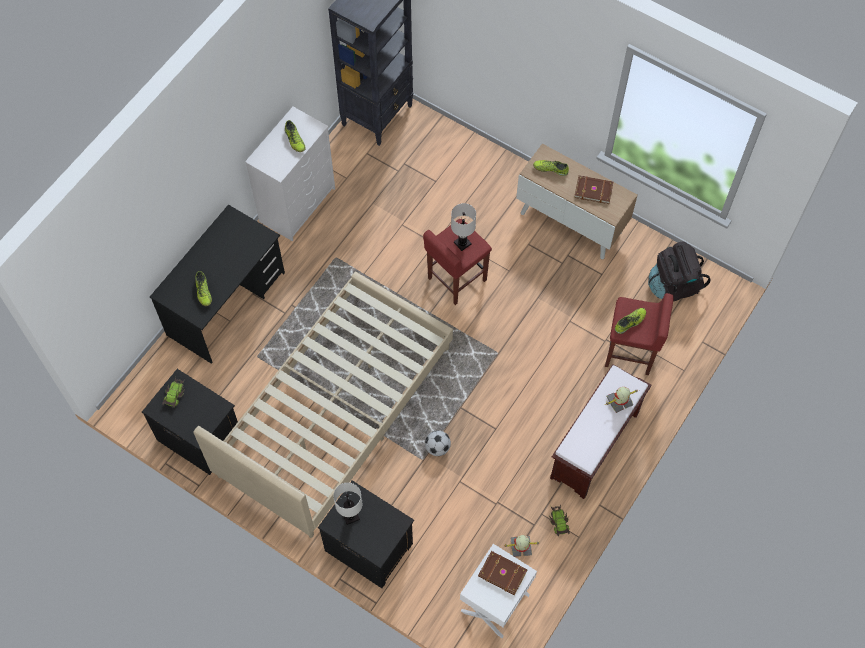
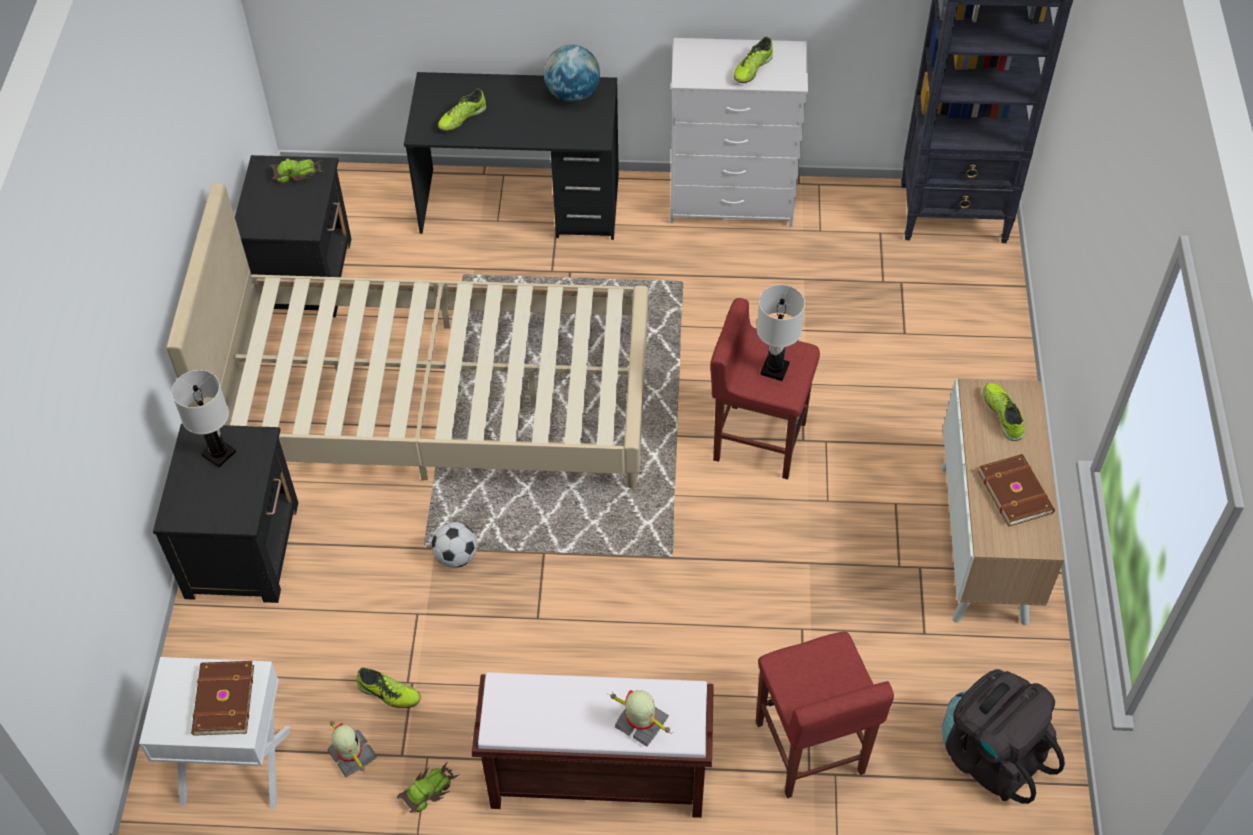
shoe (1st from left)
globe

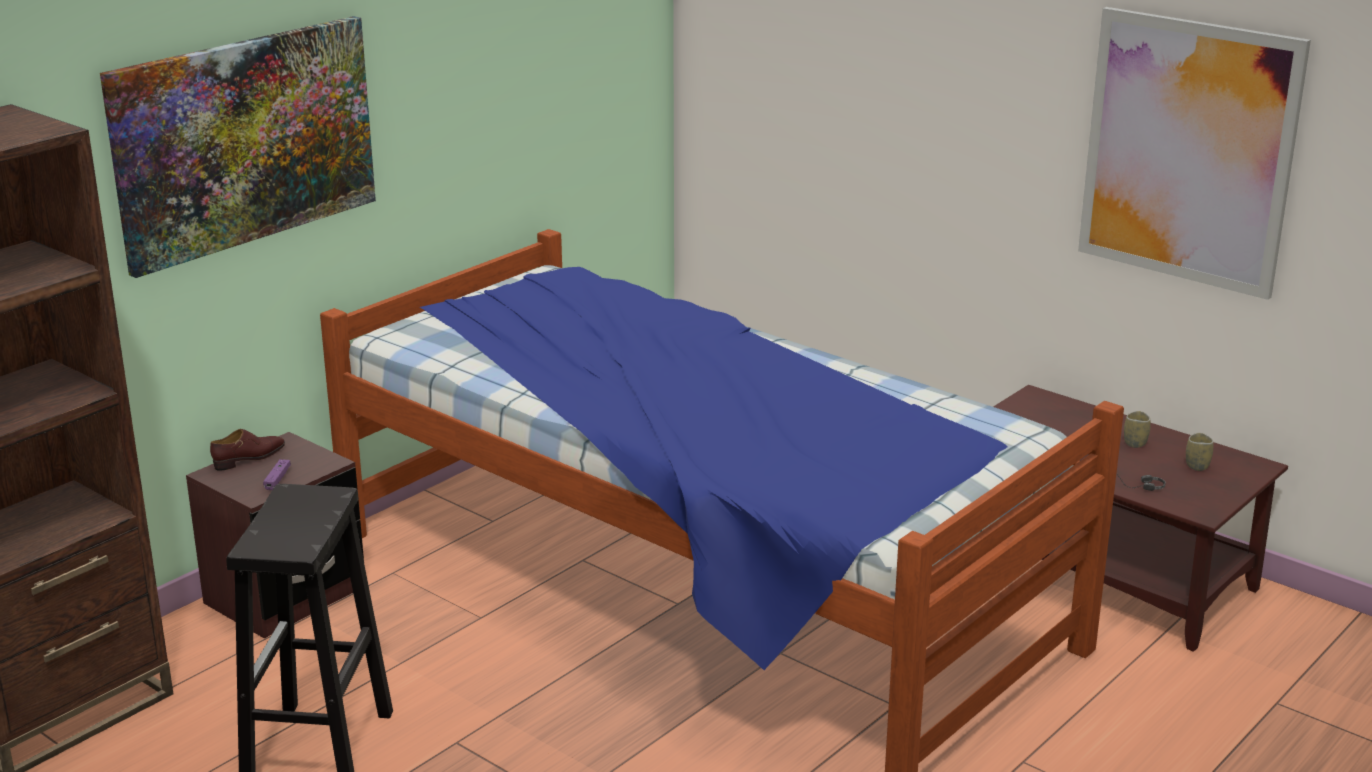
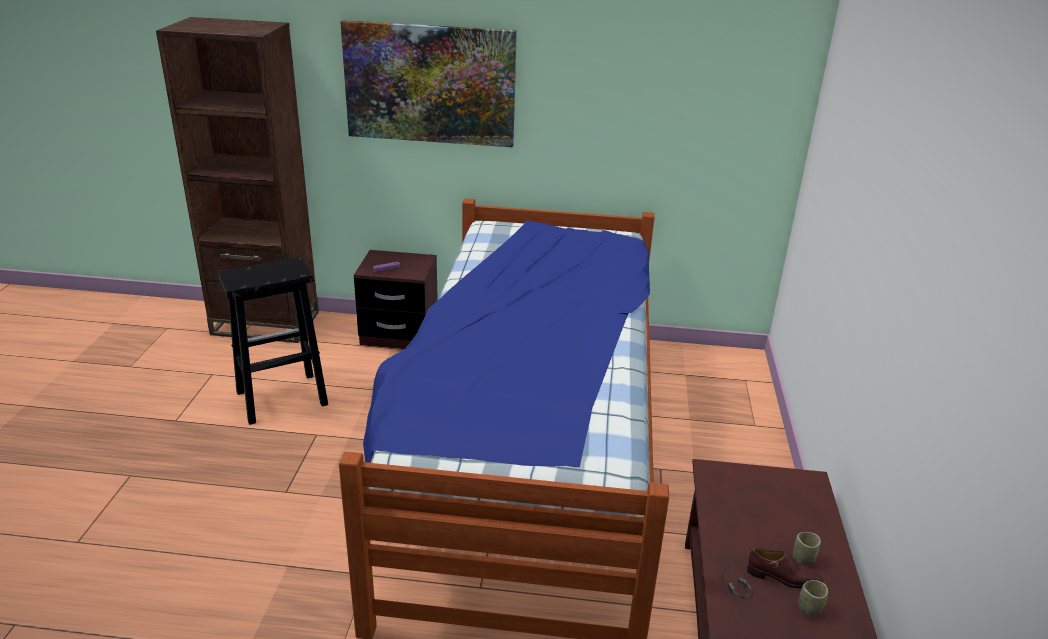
brown shoe
picture (2nd from left in the first image)

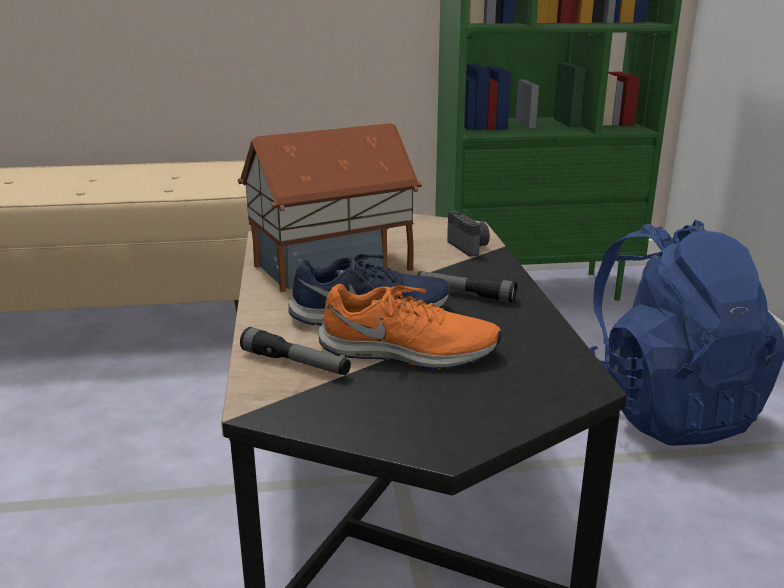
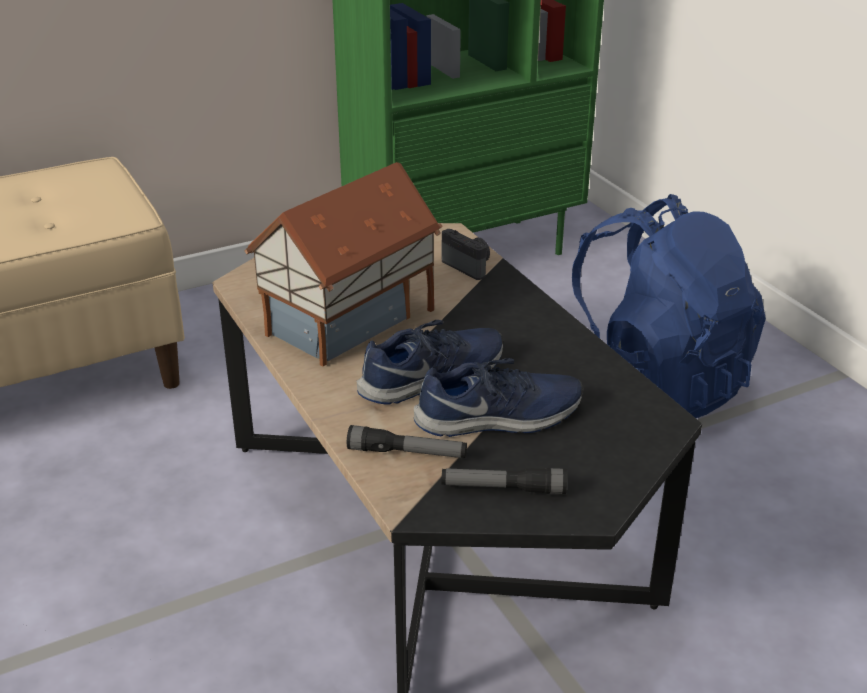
blue shoe (2nd from left)
flashlight (2nd from left)

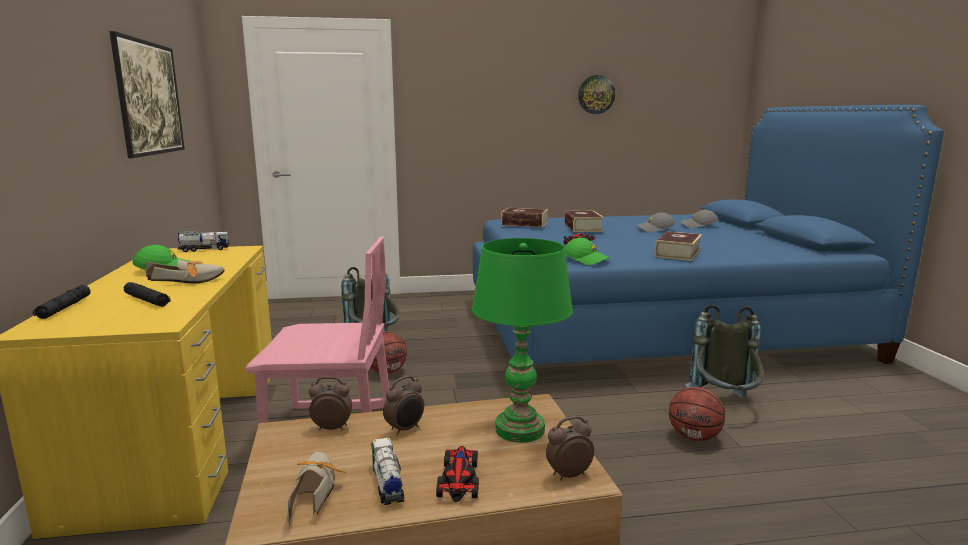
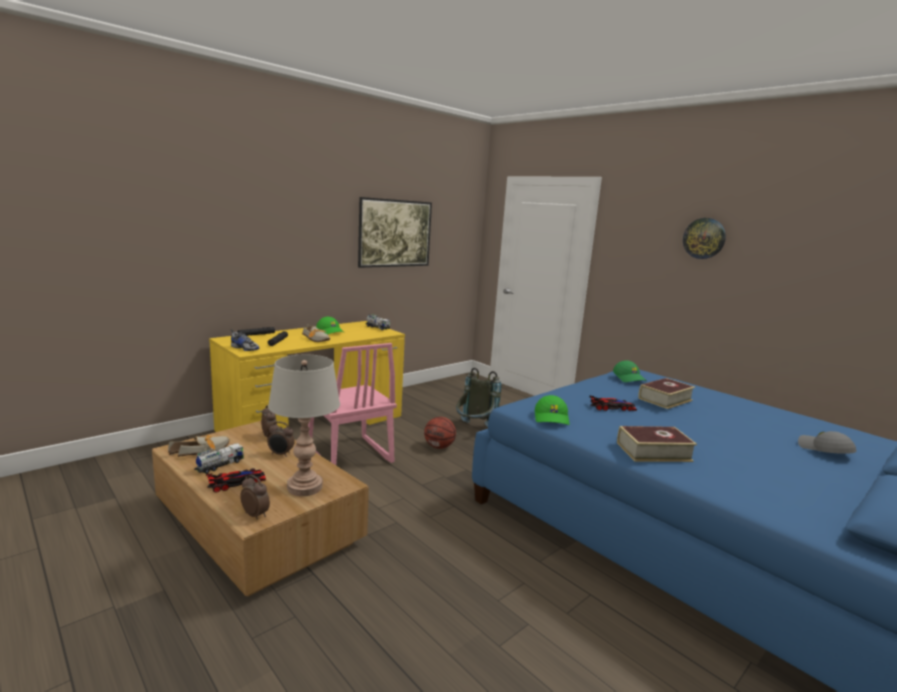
shoe (2nd from left)
grey table lamp
green cap (3rd from left)
wall clock
grey cap (1st from left in the first image)
basketball (2nd from left in the first image)
grey backpack (2nd from left in the first image)

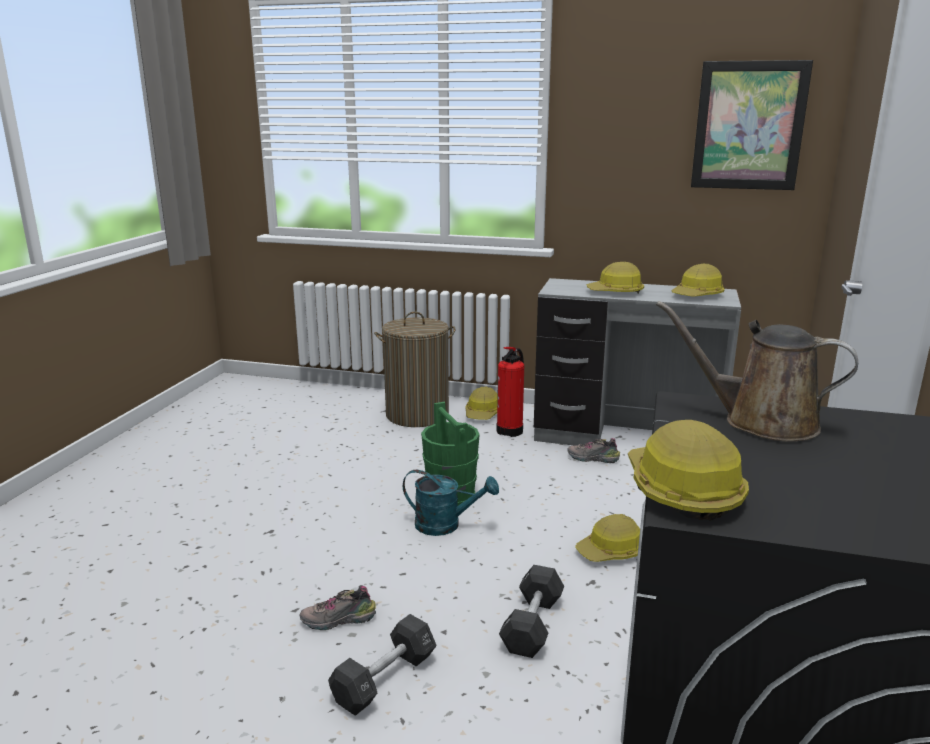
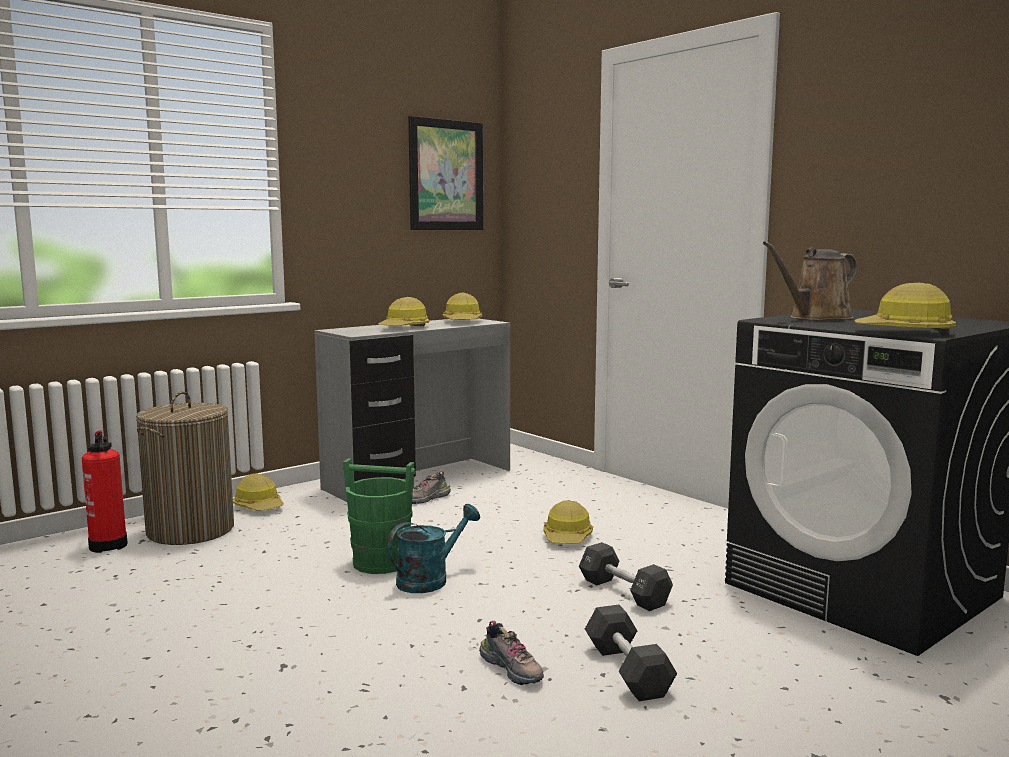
fire extinguisher
shoe (2nd from left)

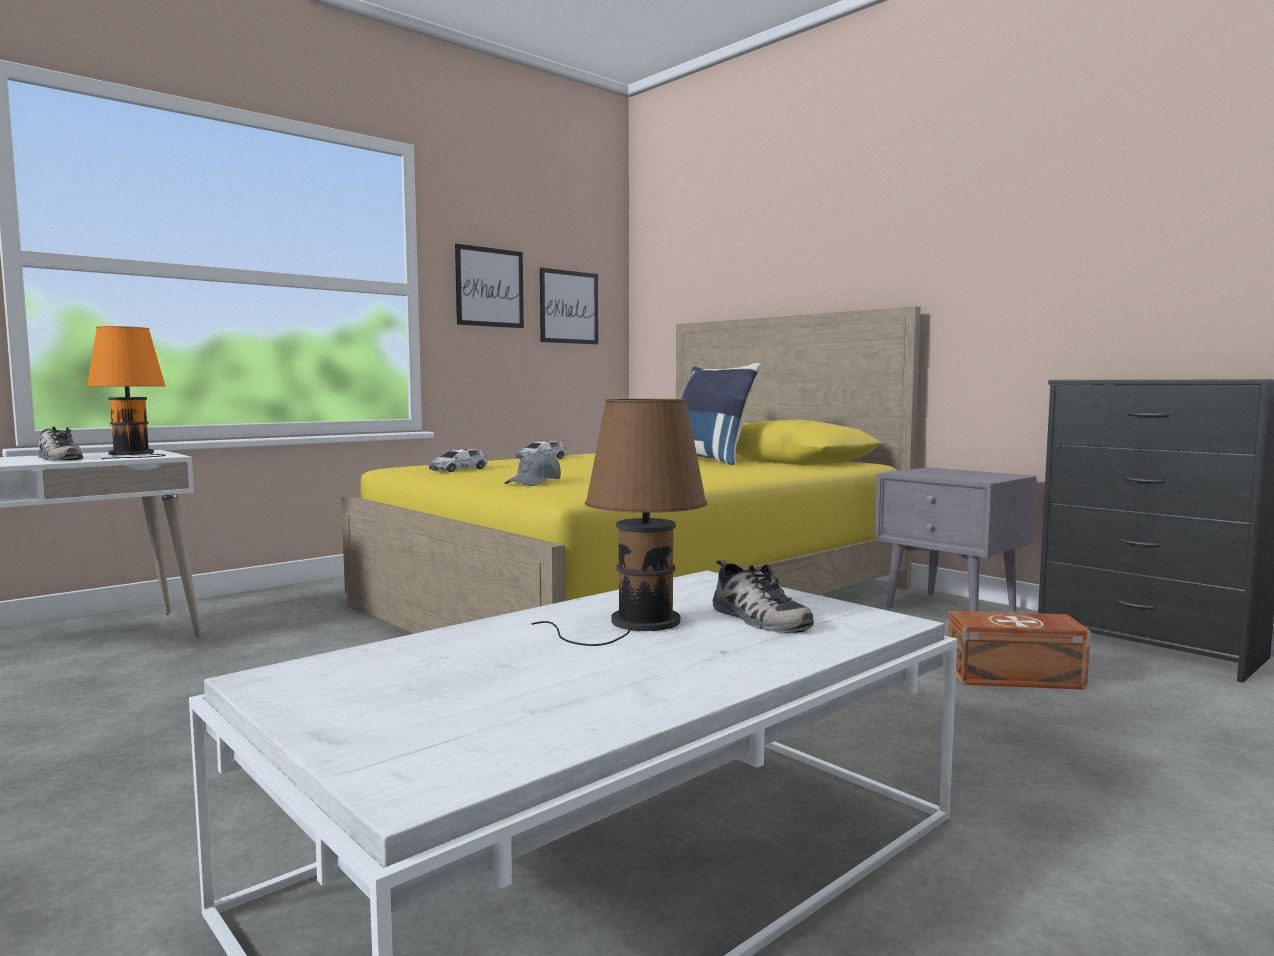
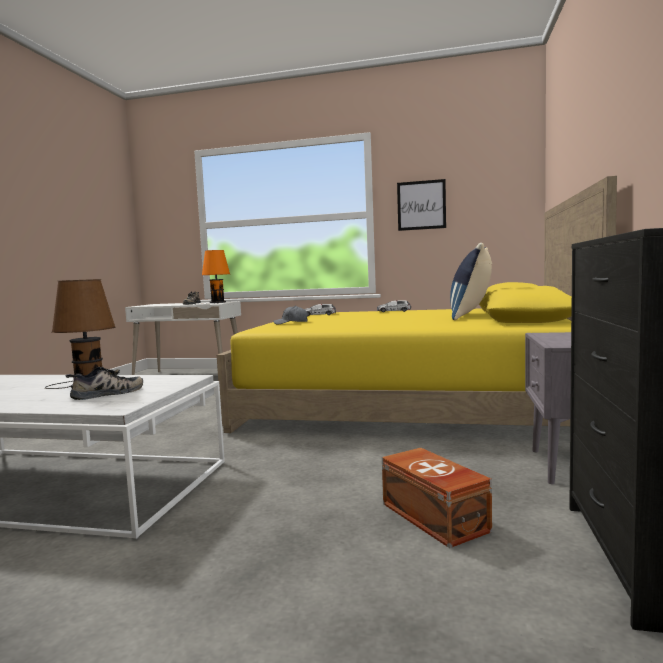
shoe (1st from left)
picture (2nd from left in the first image)

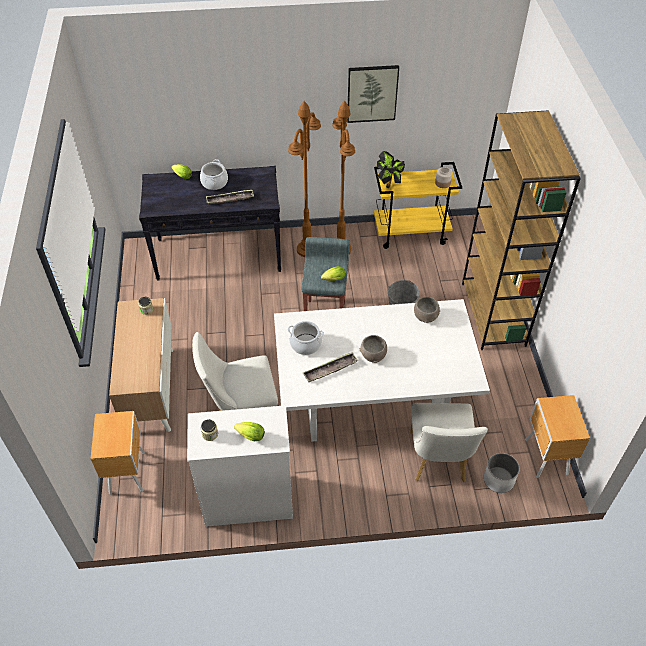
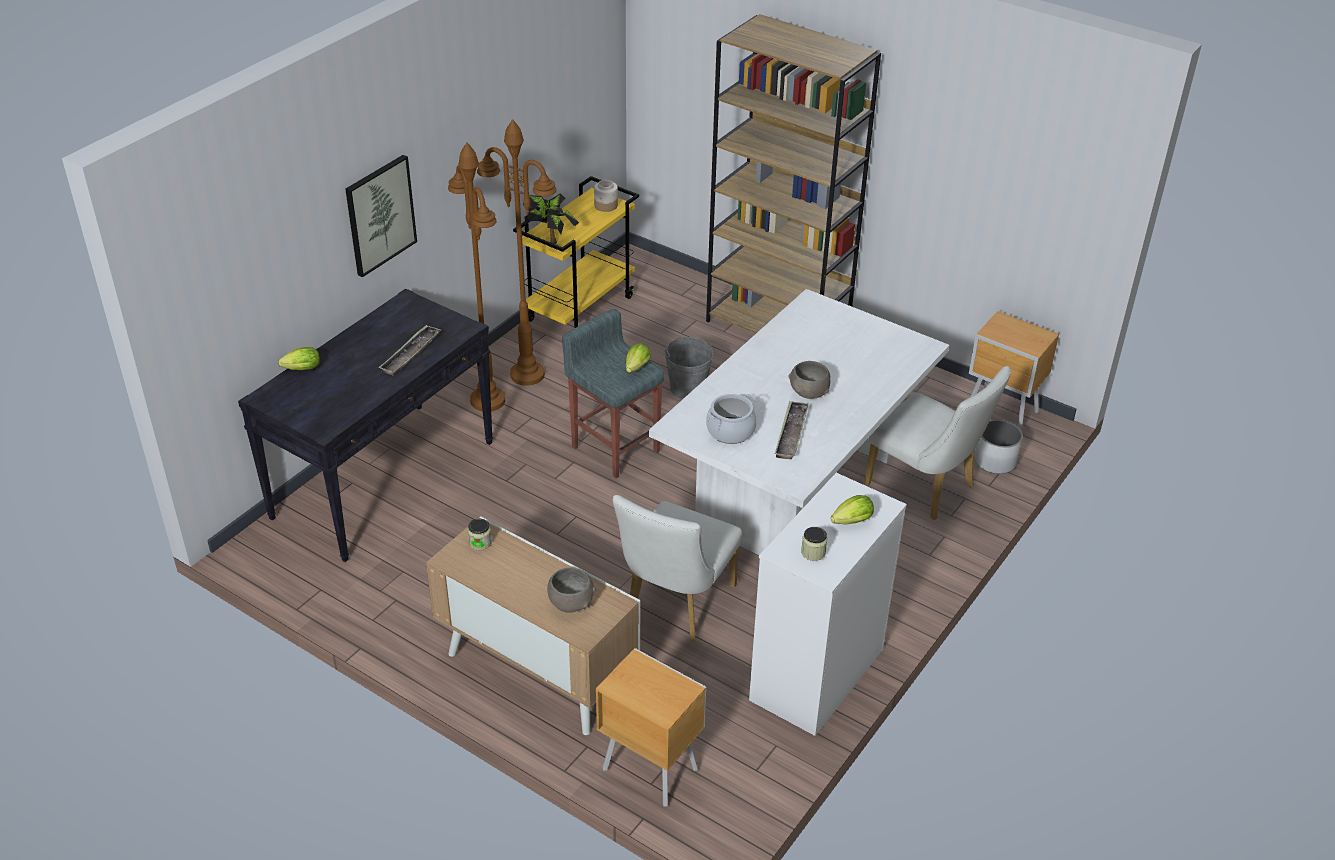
picture
grey bowl (1st from left)
cooking pot (1st from left in the first image)

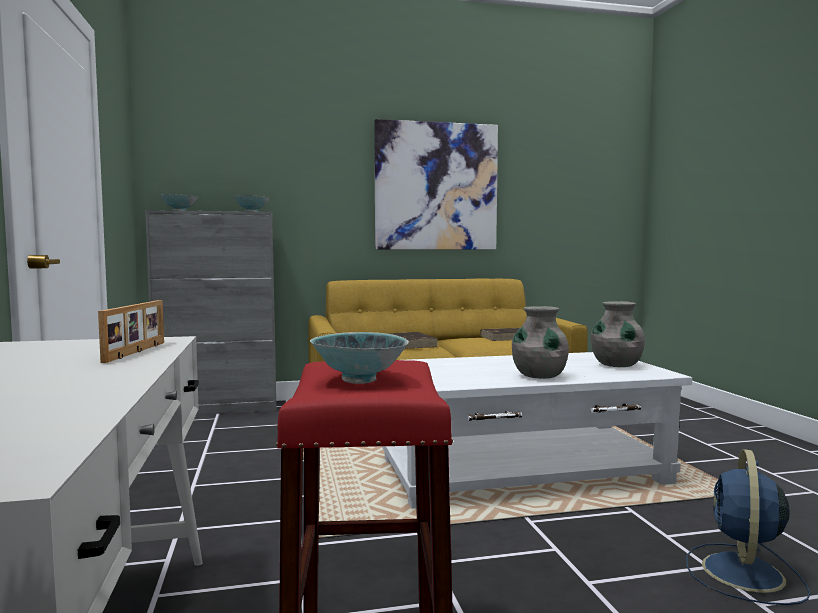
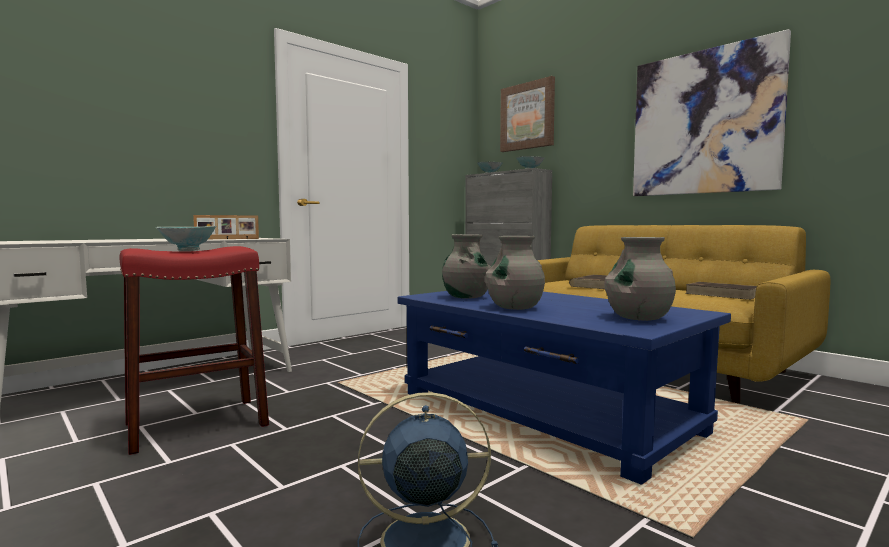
blue coffee table
grey vase (1st from left)
picture (1st from left)

